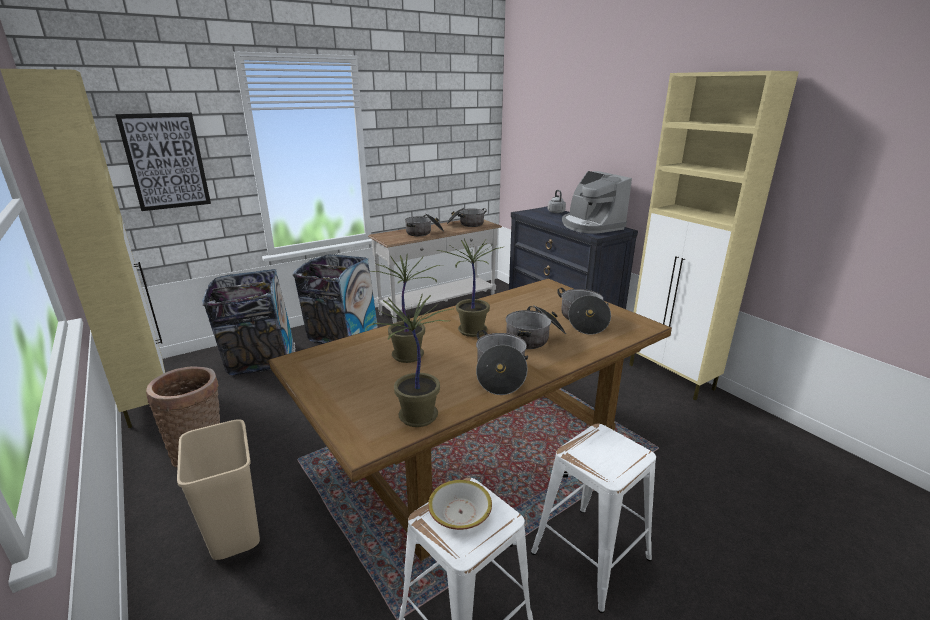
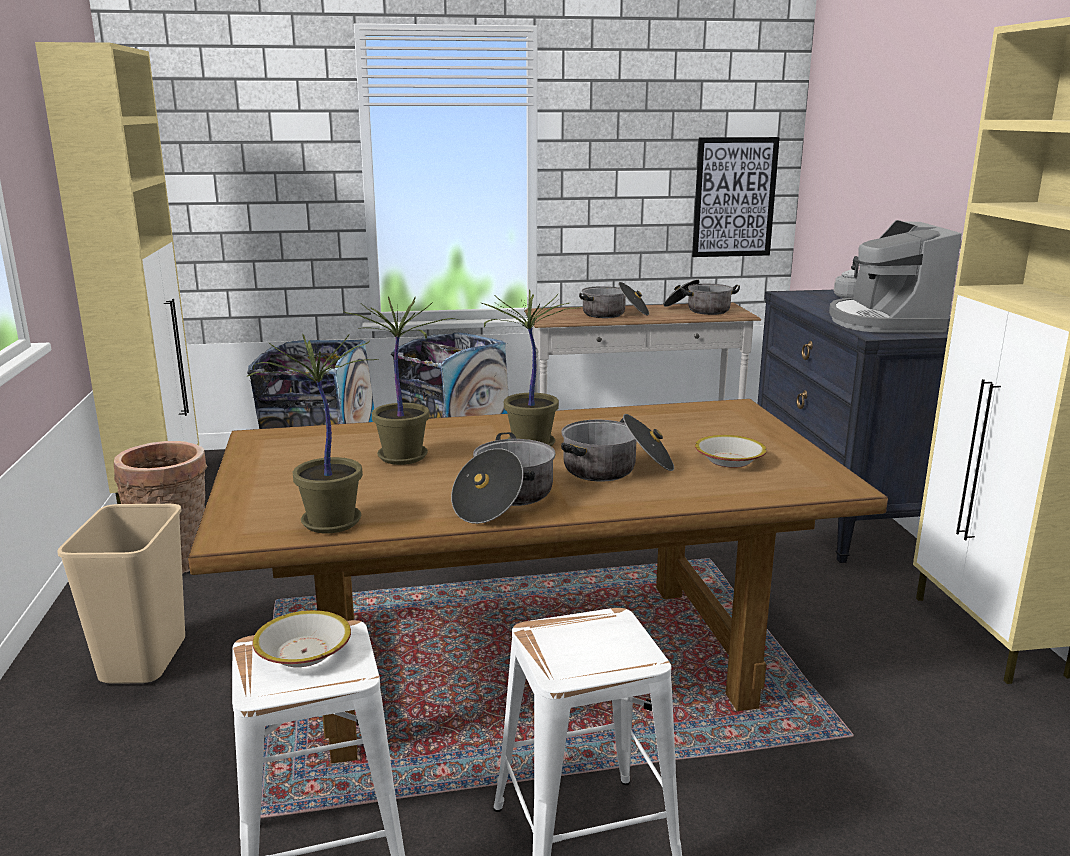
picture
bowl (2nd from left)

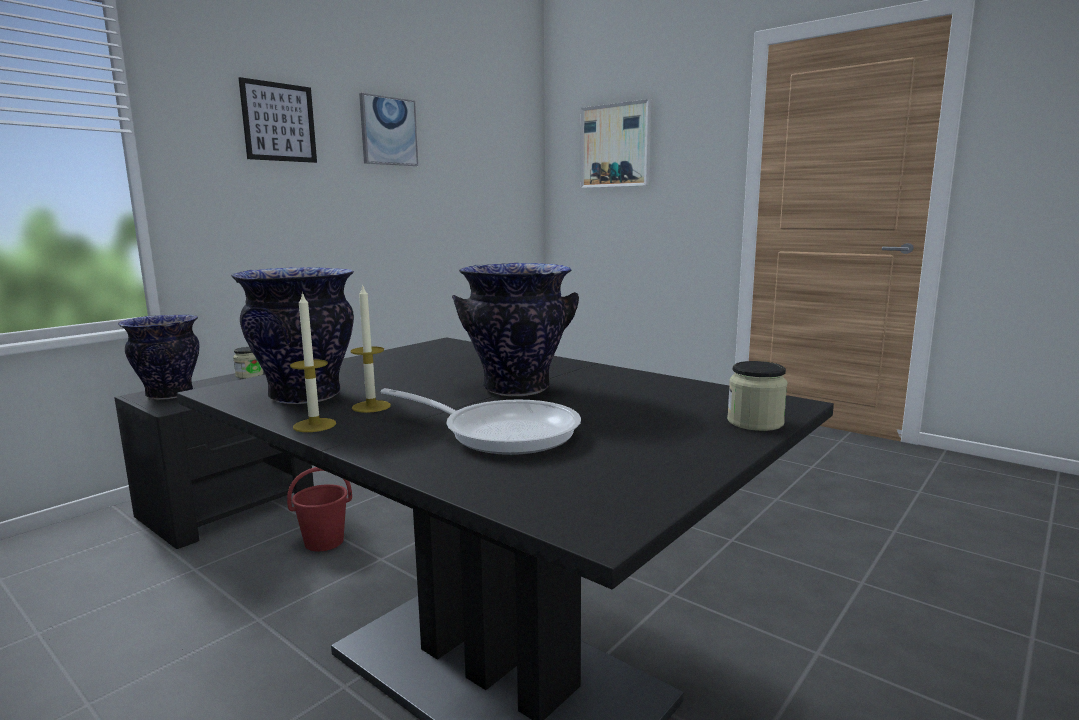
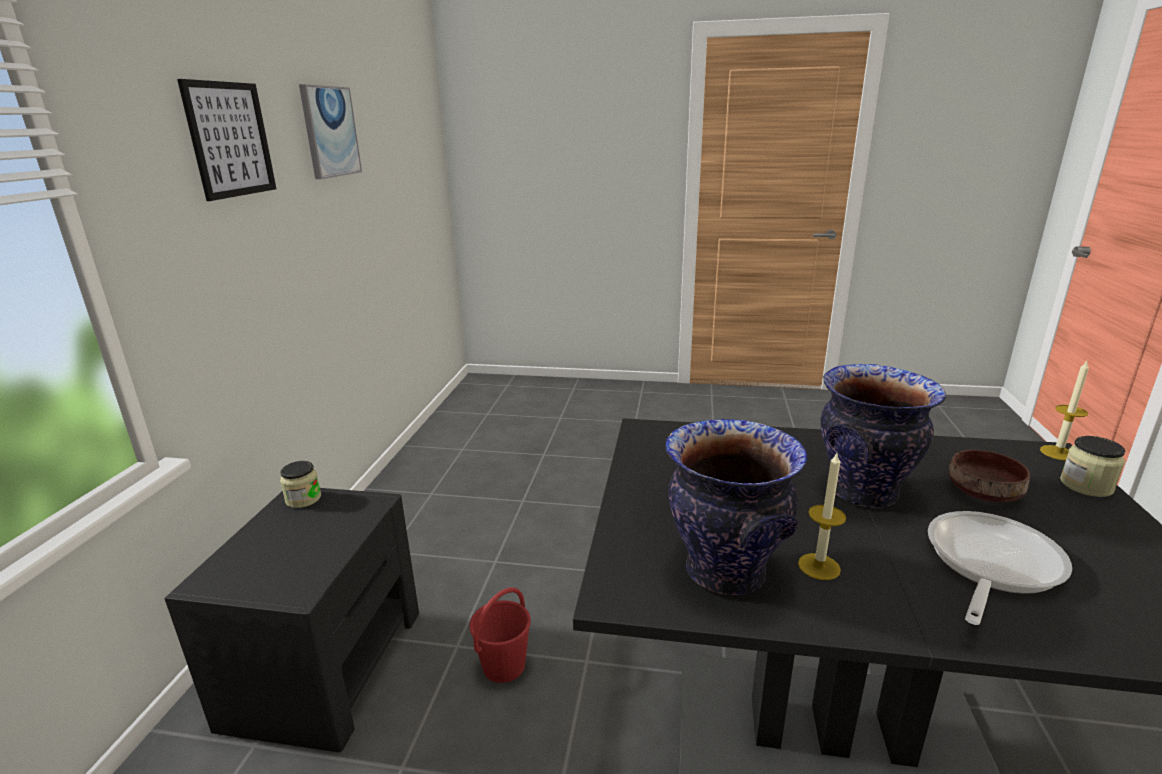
frying pan
brown bowl
candle (2nd from left)
vase (1st from left in the first image)
picture (3rd from left in the first image)

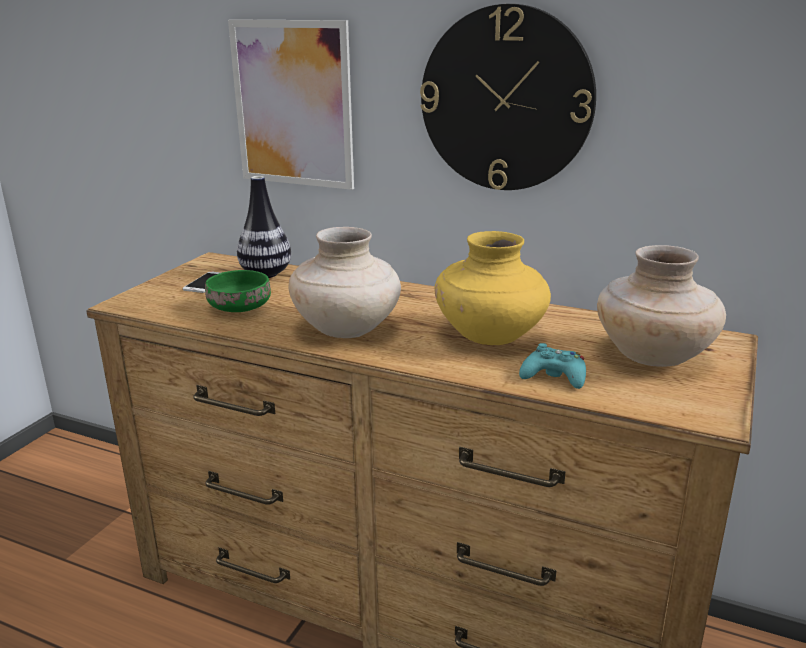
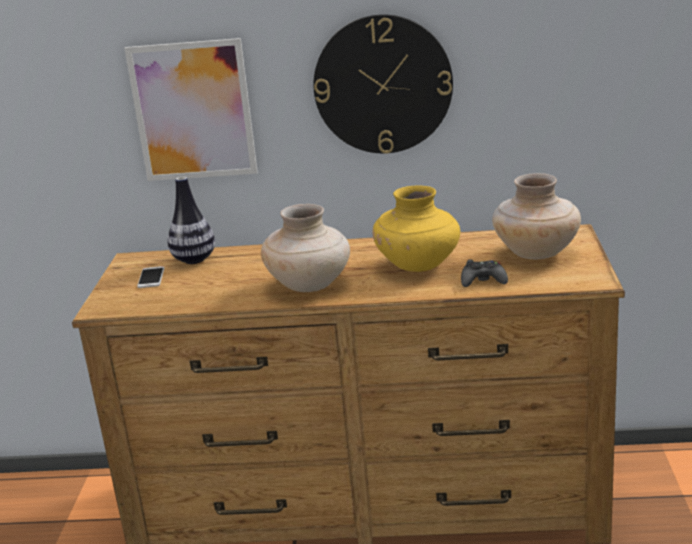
black game controller
green bowl

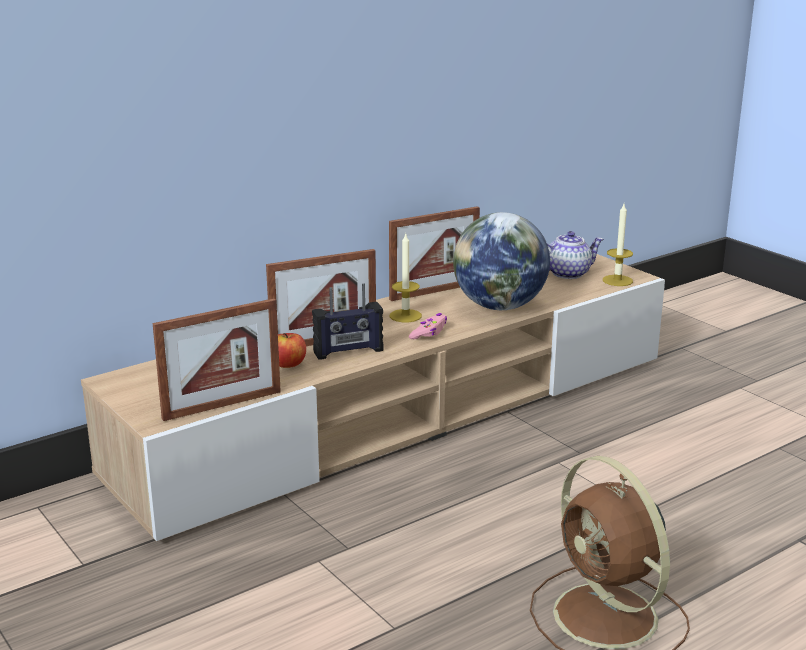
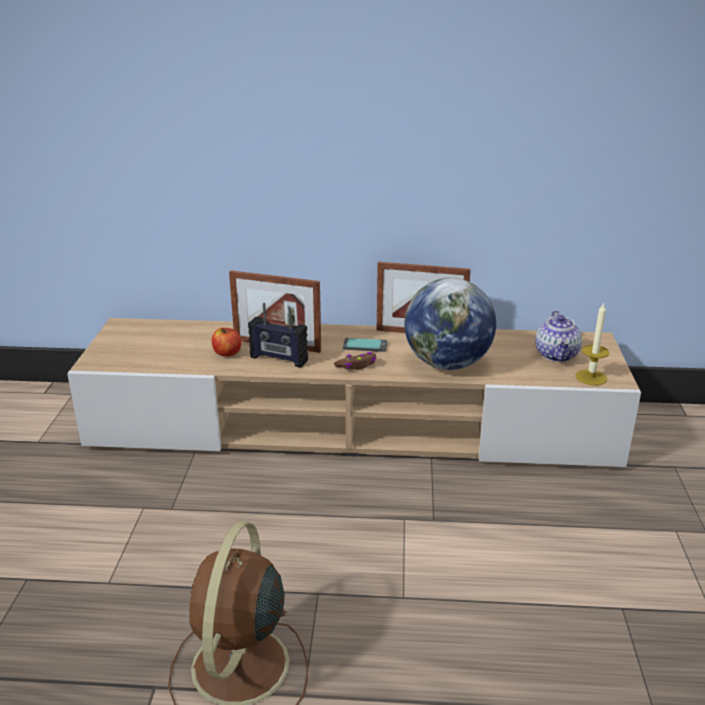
brown game controller
phone
teapot
picture frame (1st from left in the first image)

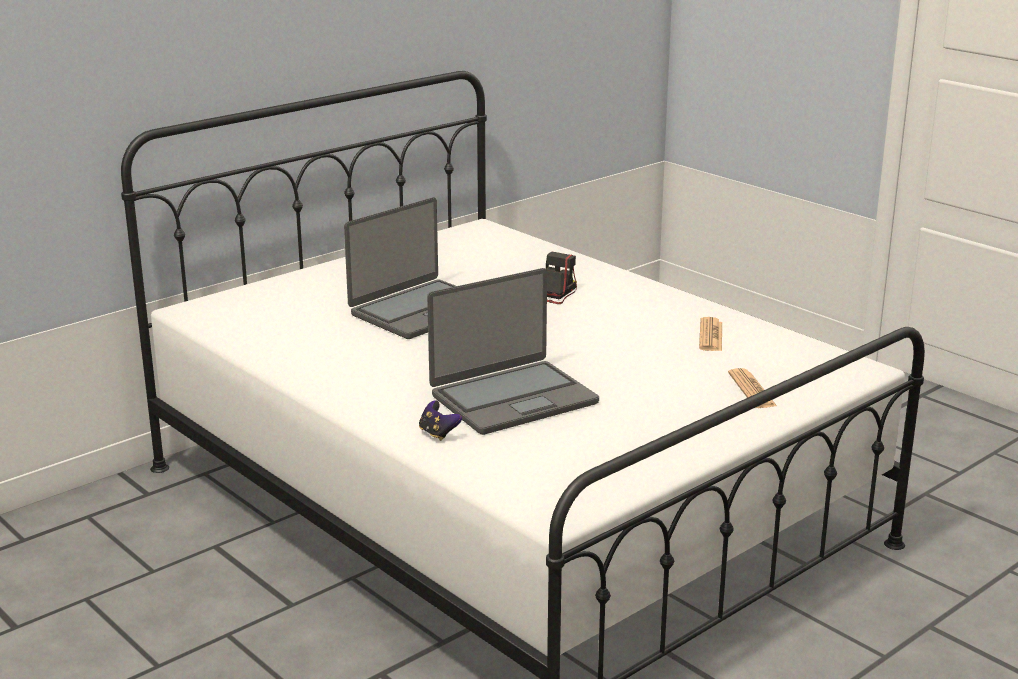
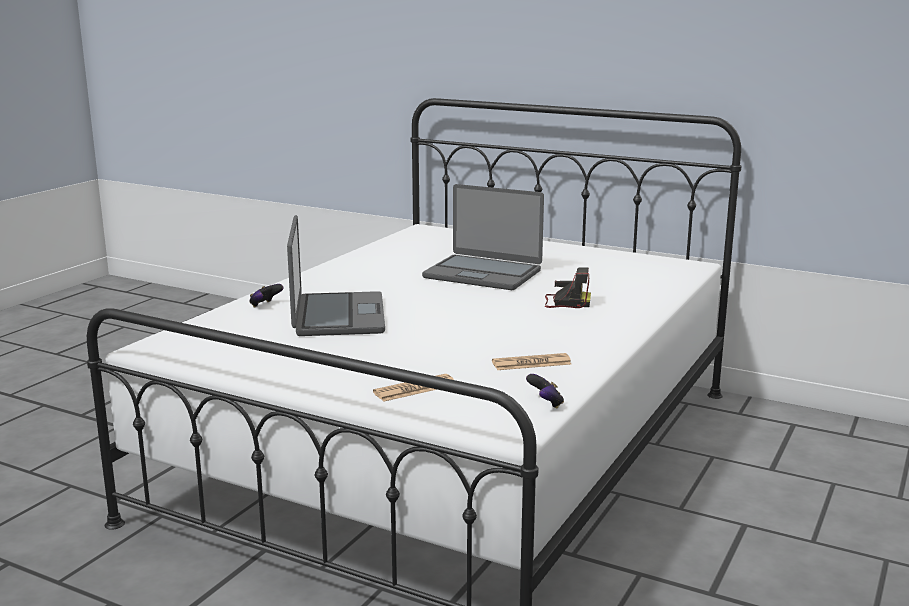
laptop (1st from left)
game controller (2nd from left)

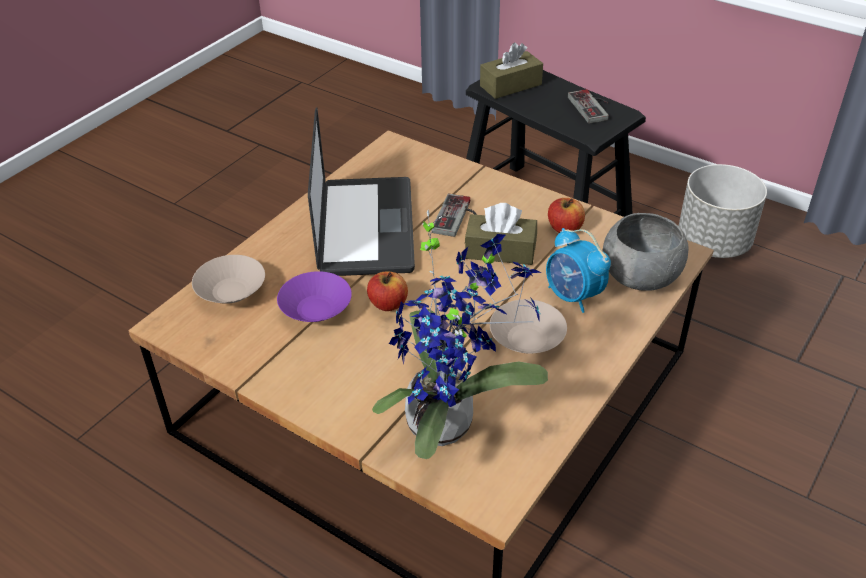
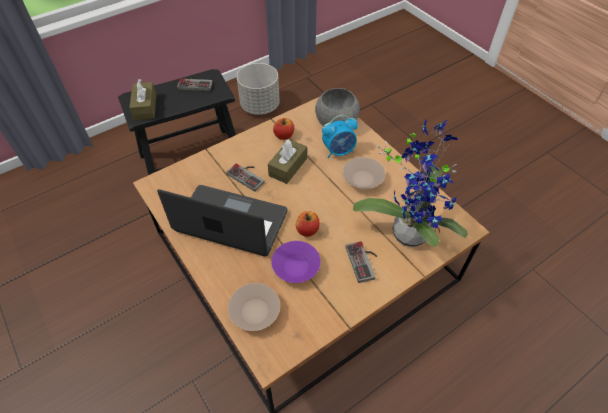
game controller (3rd from left)

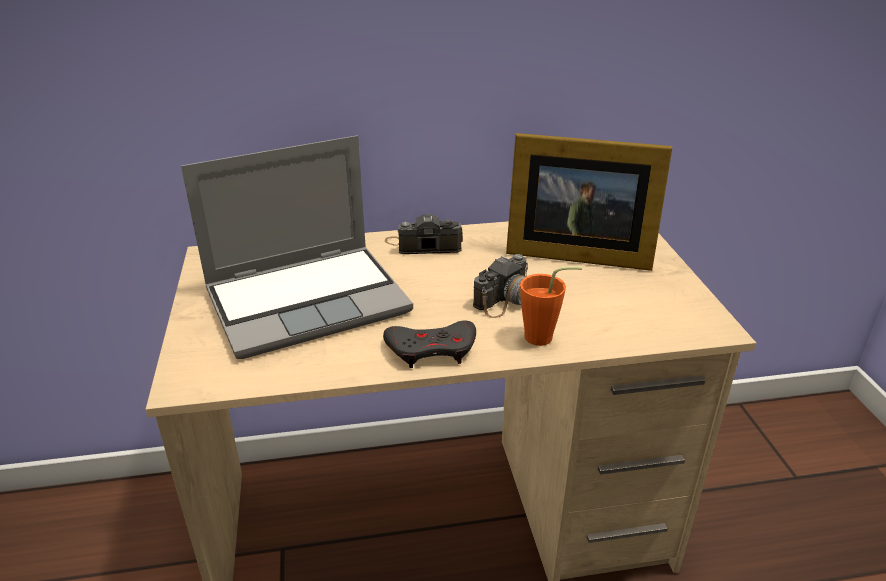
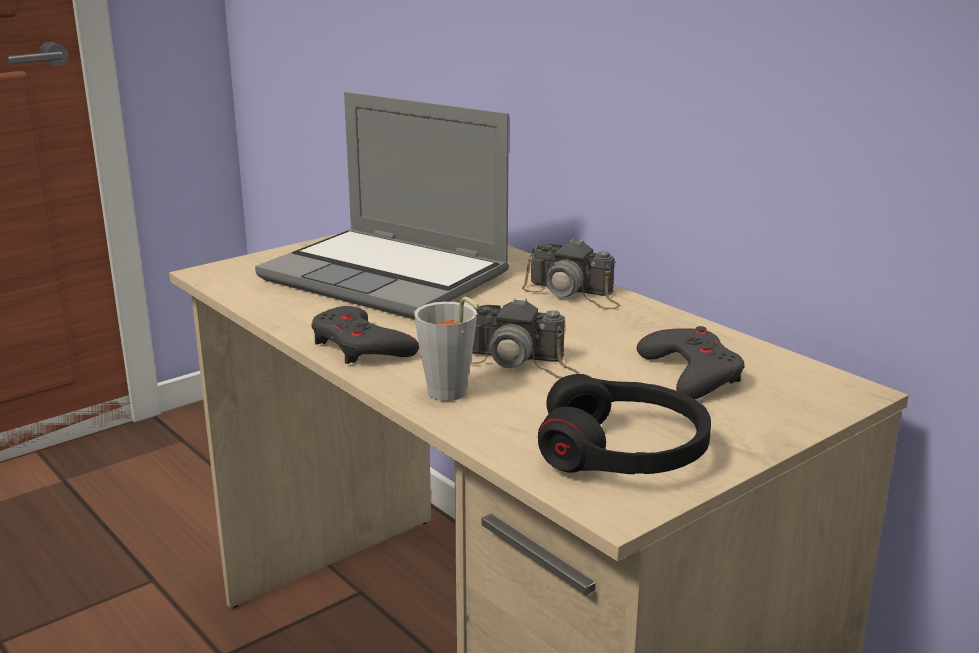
grey cup
photo camera (2nd from left)
black headphones
grey game controller (2nd from left)

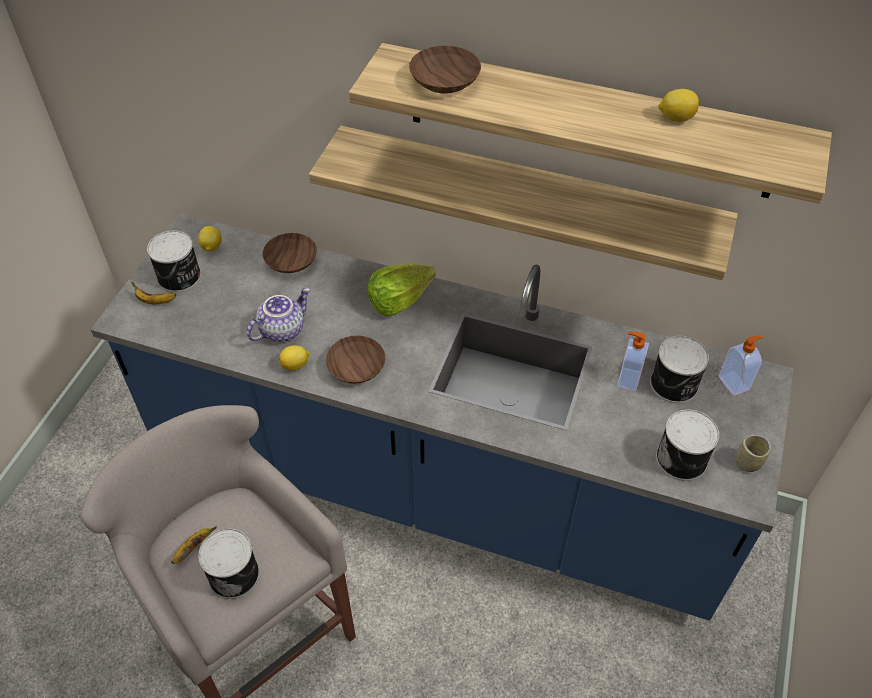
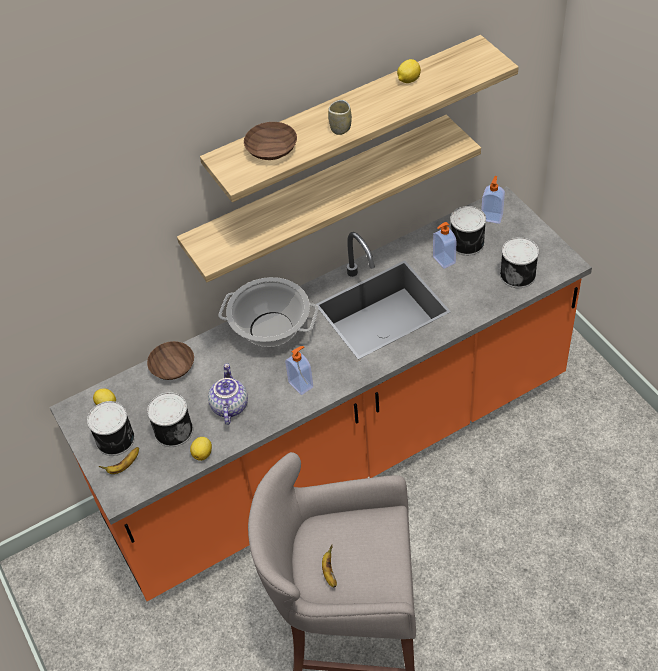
orange counter
can (2nd from left)
lemon (2nd from left)
cooking pot
soap dispenser (1st from left)
cup

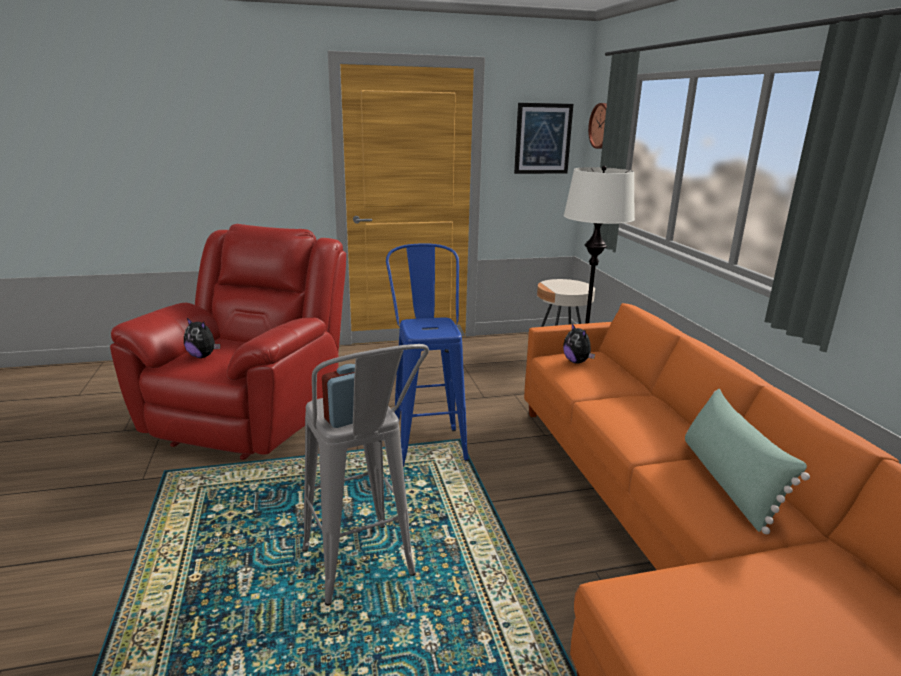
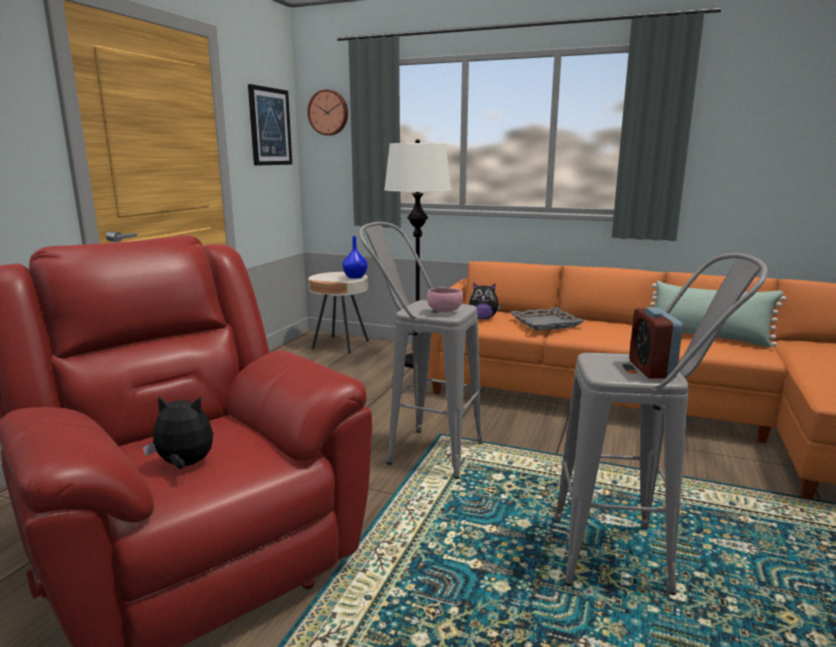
plush toy (1st from left)
blue vase
grey stool (1st from left)
pink bowl
grey tray

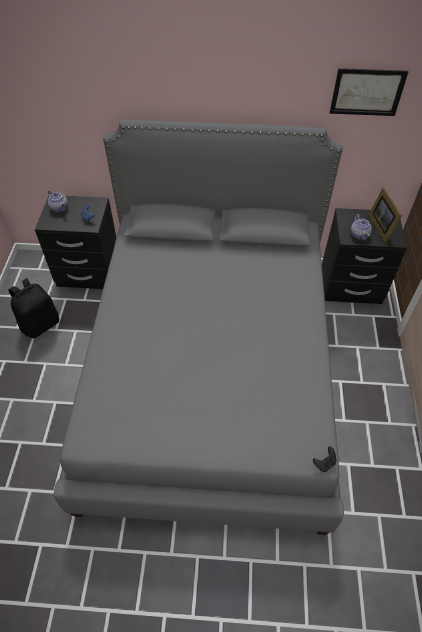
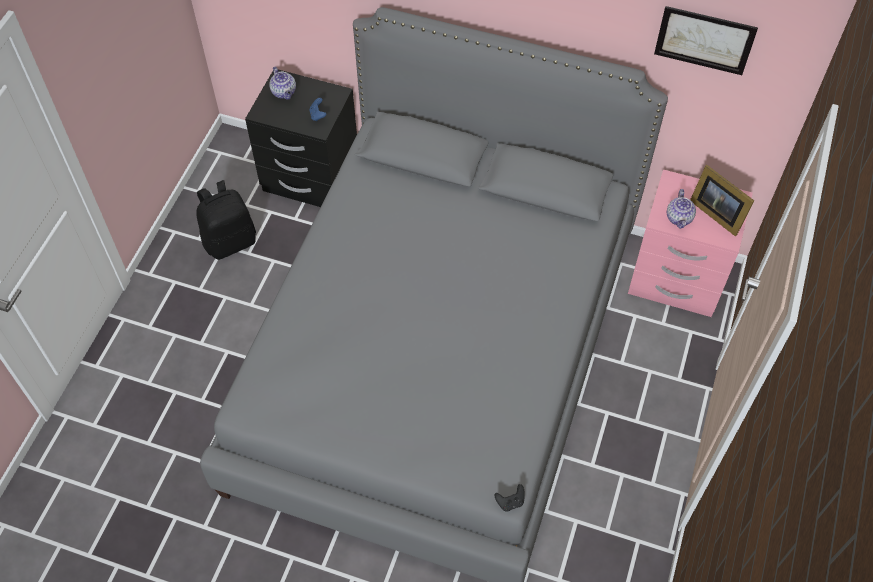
pink nightstand
picture frame

